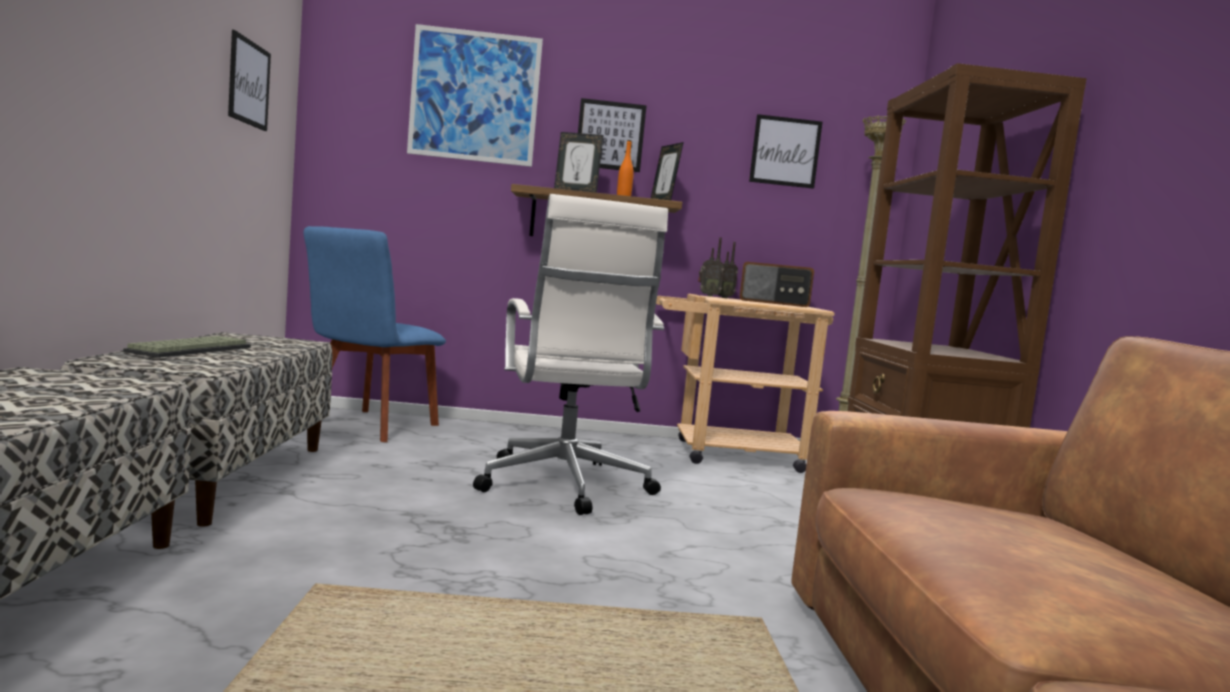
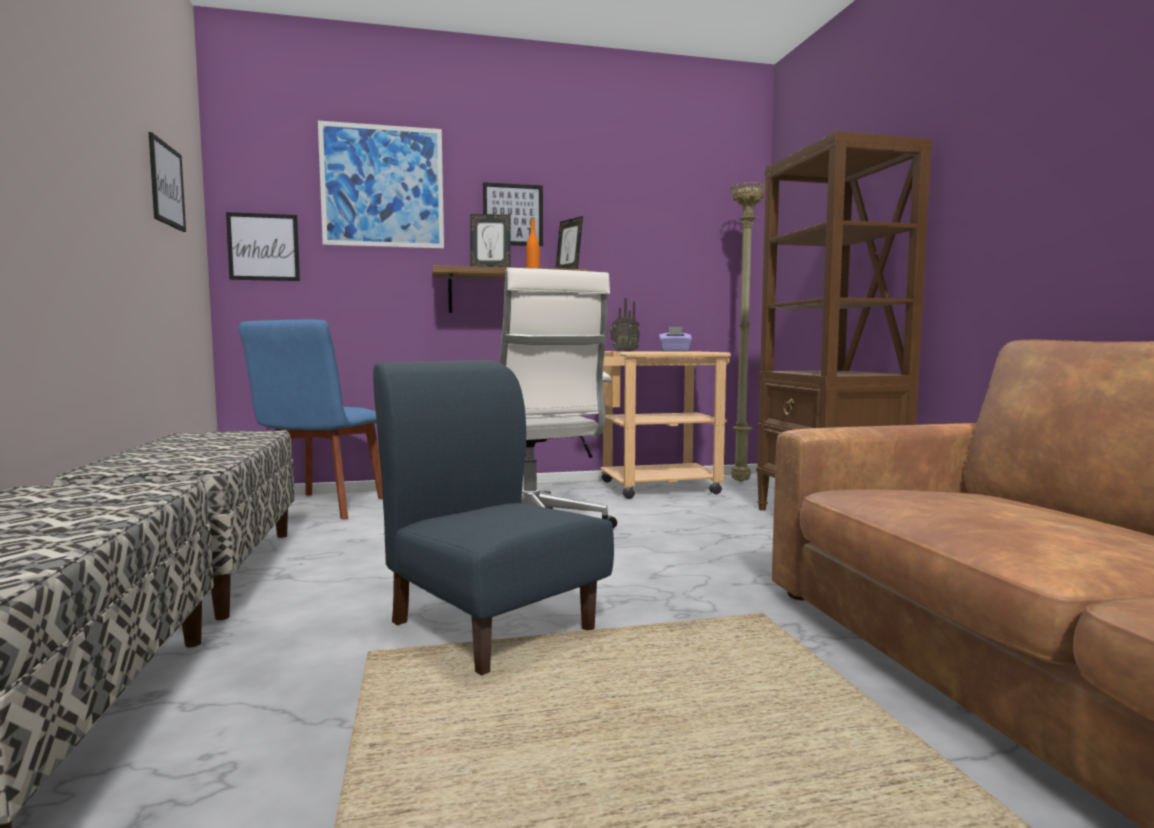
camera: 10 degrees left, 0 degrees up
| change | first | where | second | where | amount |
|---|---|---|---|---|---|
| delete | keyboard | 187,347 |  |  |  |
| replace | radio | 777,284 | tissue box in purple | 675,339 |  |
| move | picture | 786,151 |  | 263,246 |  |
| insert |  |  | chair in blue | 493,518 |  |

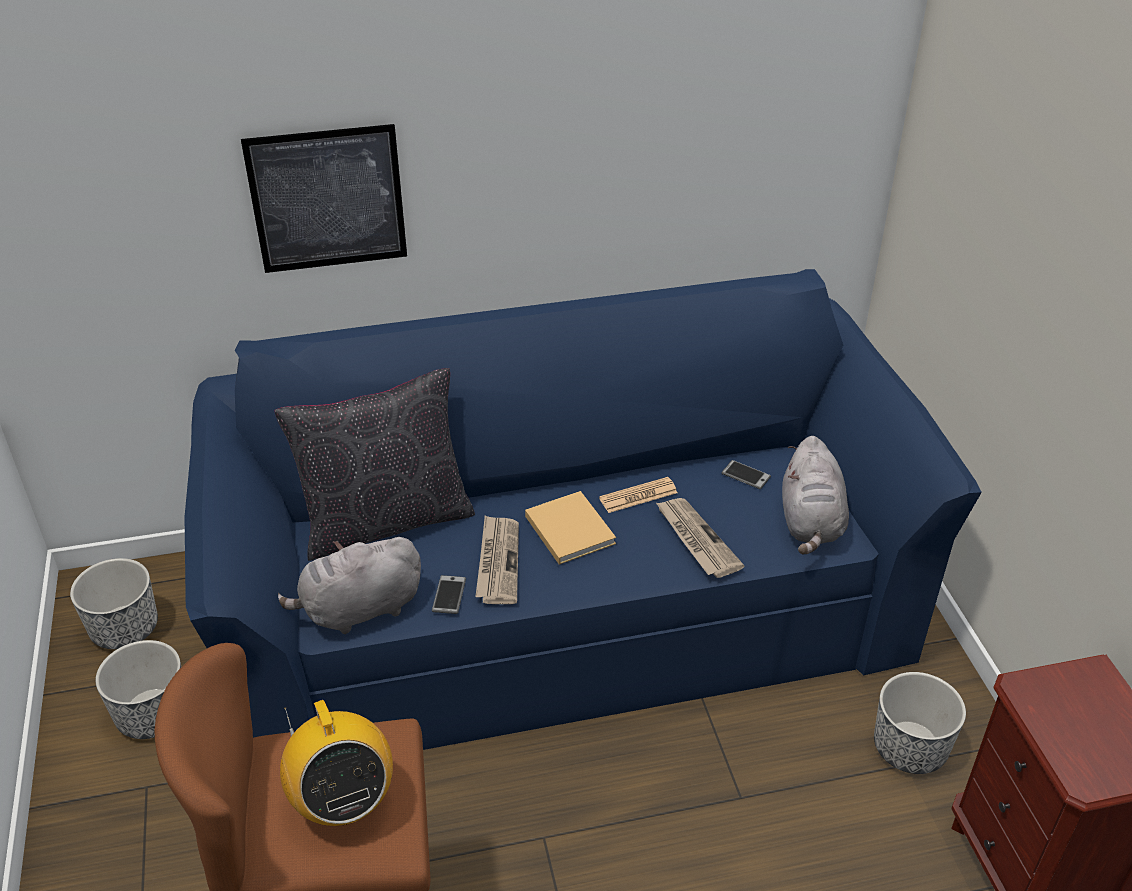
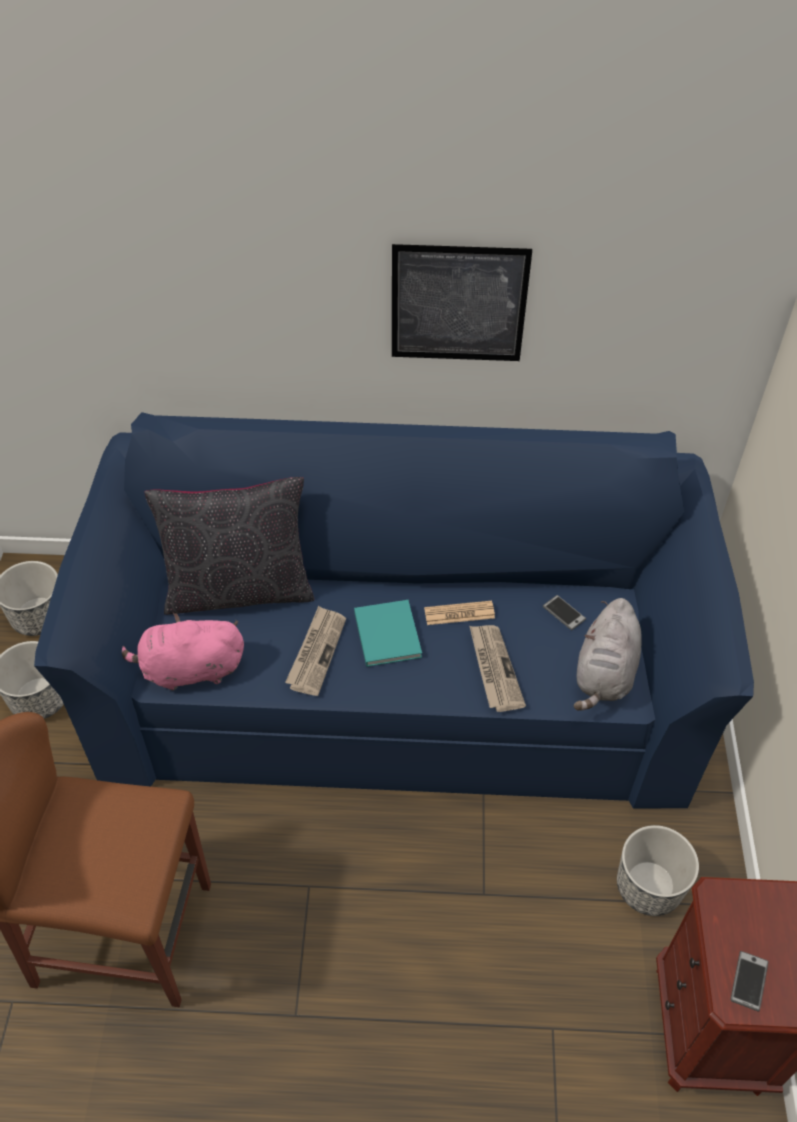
camera: 15 degrees right, 10 degrees up
| change | first | where | second | where | amount |
|---|---|---|---|---|---|
| move | picture | 324,198 |  | 462,302 |  |
| recolor | plush toy in grey | 349,585 | plush toy in pink | 183,652 |  |
| delete | radio | 336,763 |  |  |  |
| move | phone | 449,594 |  | 749,981 |  |
| recolor | book in beige | 570,528 | book in turquoise | 388,633 |  |

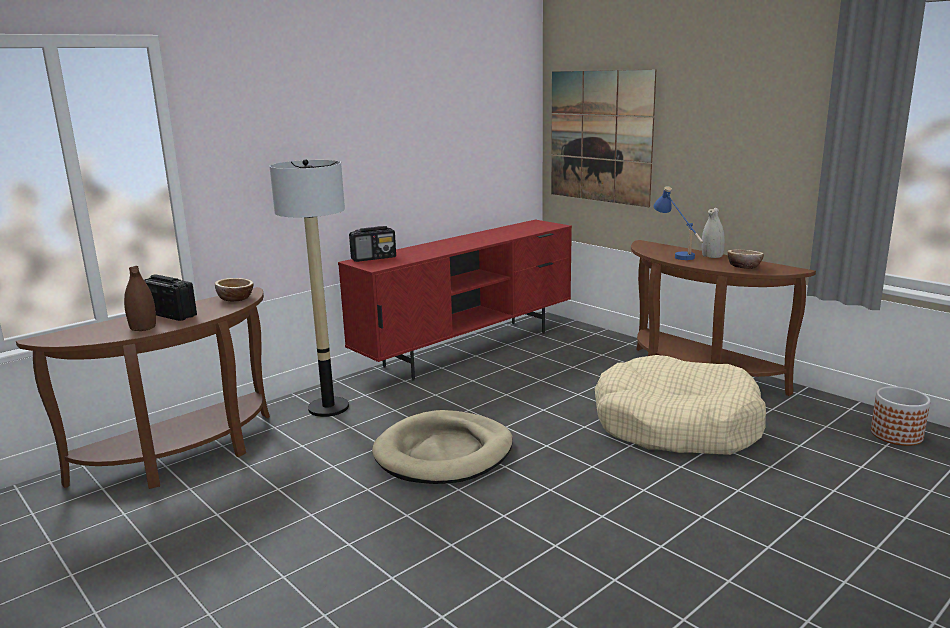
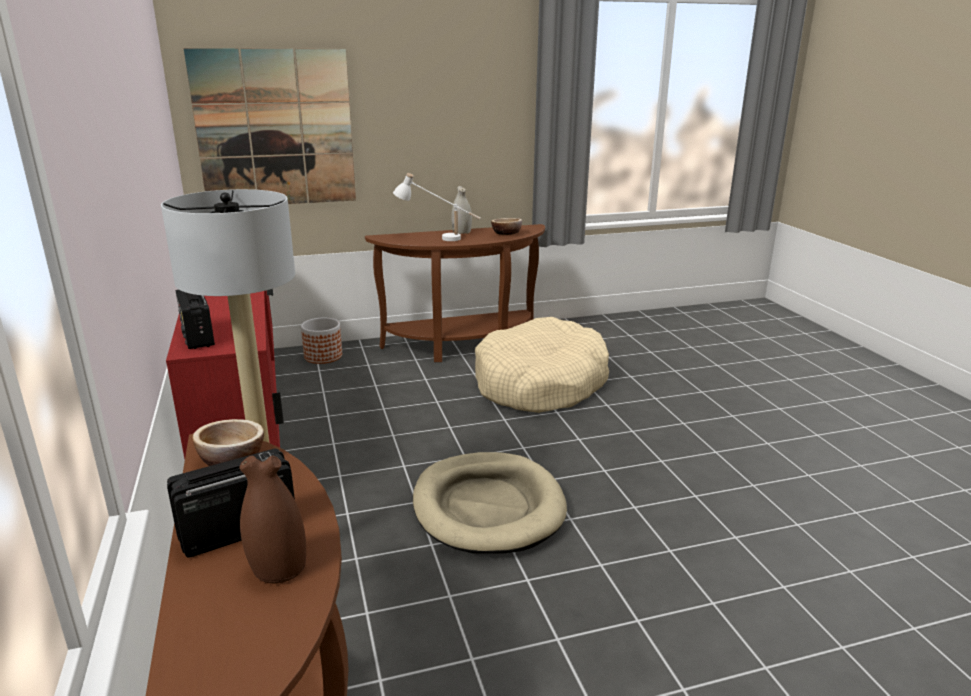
camera: 65 degrees left, 5 degrees up
| change | first | where | second | where | amount |
|---|---|---|---|---|---|
| rotate | radio | 372,244 |  | 195,319 | 150 degrees clockwise |
| recolor | table lamp in blue | 678,223 | table lamp in white | 437,207 |  |
| move | planter | 900,416 |  | 321,341 |  |

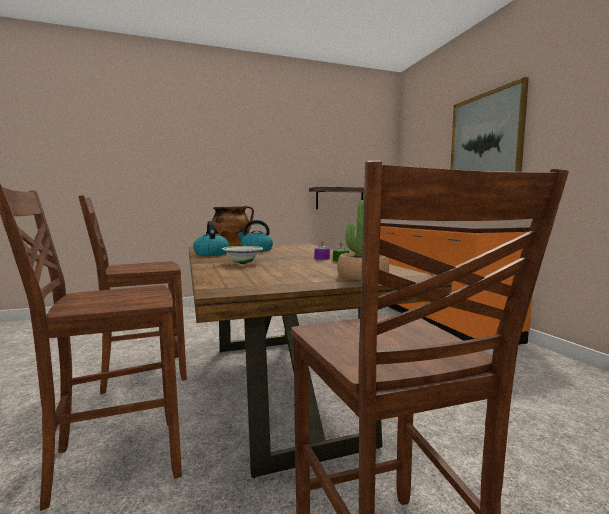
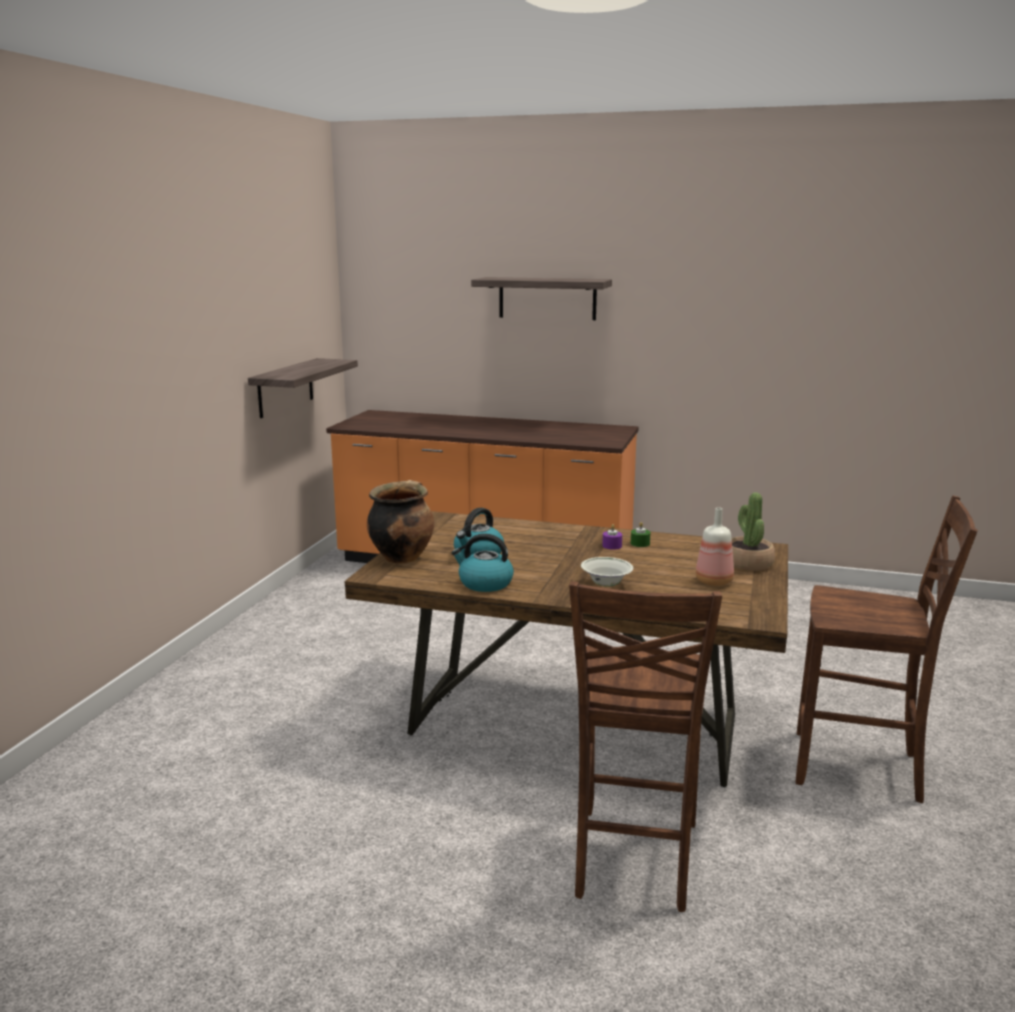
camera: 55 degrees left, 10 degrees up
| change | first | where | second | where | amount |
|---|---|---|---|---|---|
| delete | chair in brown | 132,294 |  |  |  |
| replace | picture | 489,124 | shelf | 541,298 |  |
| insert |  |  | bottle | 714,546 |  |

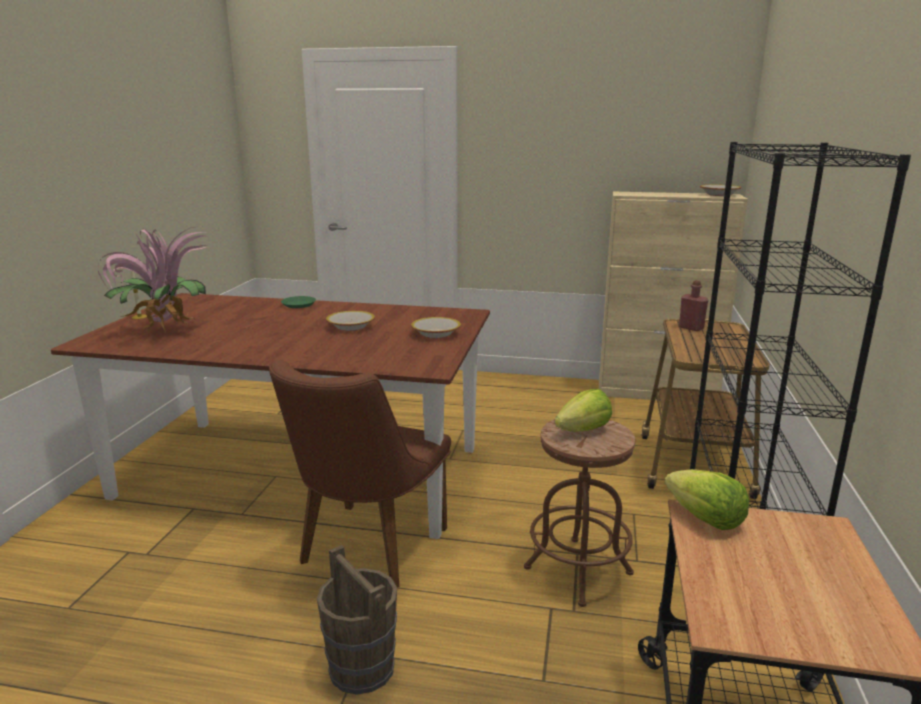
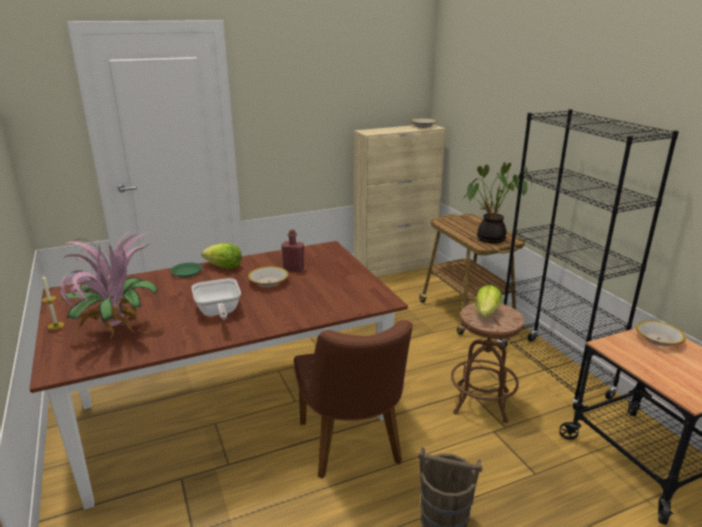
camera: 35 degrees left, 5 degrees up
| change | first | where | second | where | amount |
|---|---|---|---|---|---|
| move | bowl | 436,327 |  | 661,333 |  |
| move | lettuce | 706,499 |  | 221,256 |  |
| move | bottle in red | 693,305 |  | 292,250 |  |
| insert |  |  | frying pan | 216,299 |  |
| insert |  |  | potted plant | 497,203 |  |

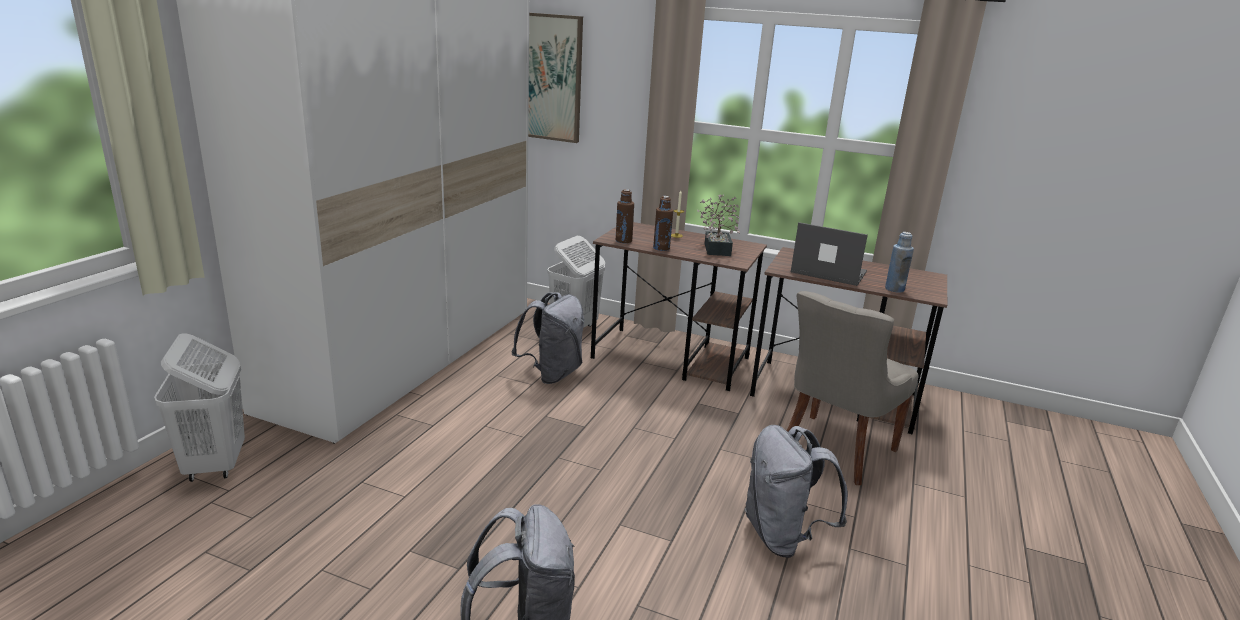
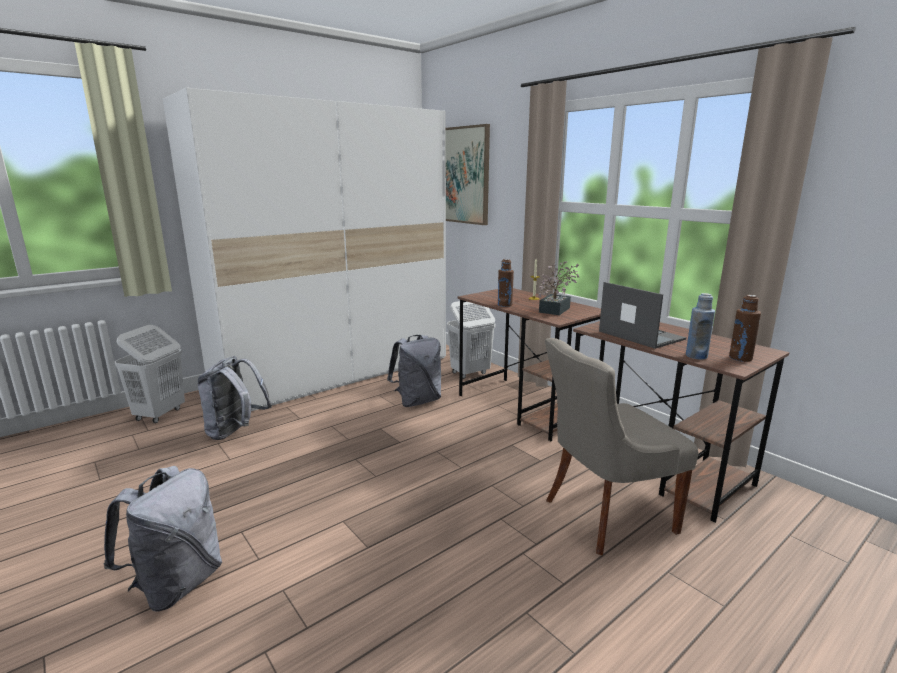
camera: 30 degrees right, 5 degrees down
| change | first | where | second | where | amount |
|---|---|---|---|---|---|
| move | bottle in brown | 625,216 |  | 745,328 |  |
| move | backpack in grey | 796,491 |  | 235,398 |  |

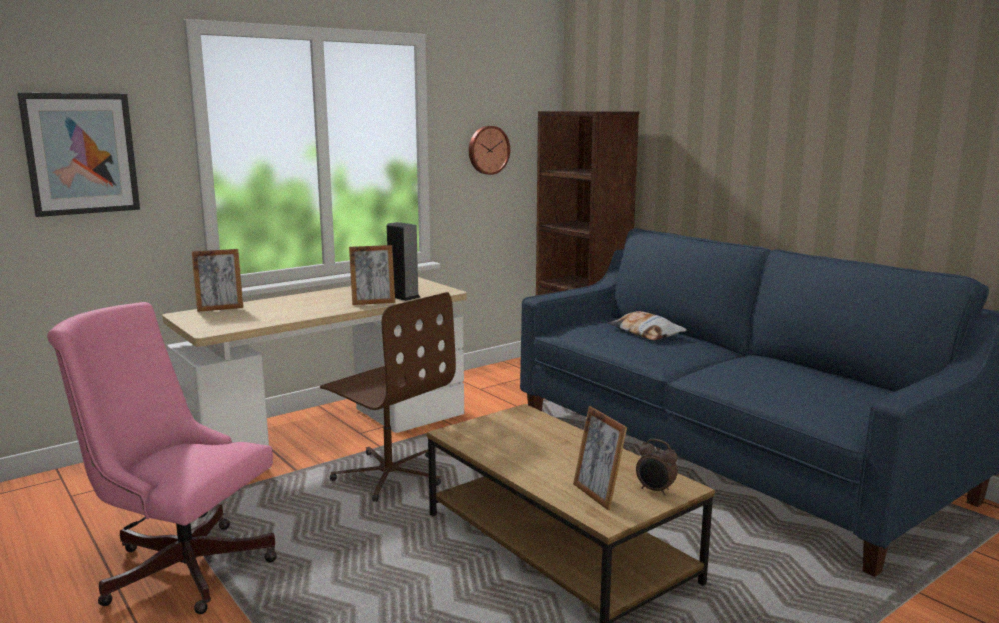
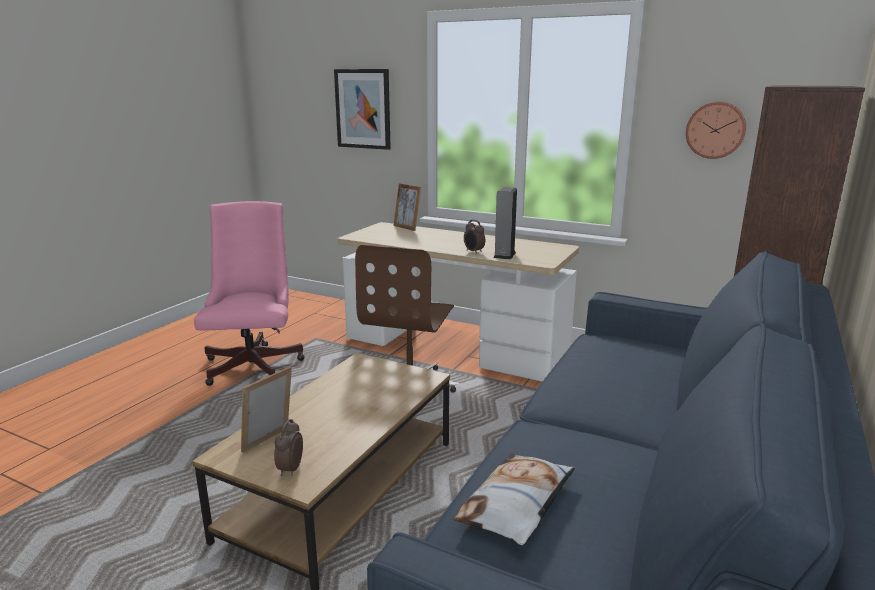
camera: 65 degrees right, 5 degrees up
| change | first | where | second | where | amount |
|---|---|---|---|---|---|
| replace | picture frame | 372,275 | alarm clock | 474,236 |  |
| move | pillow | 647,326 |  | 514,499 |  |

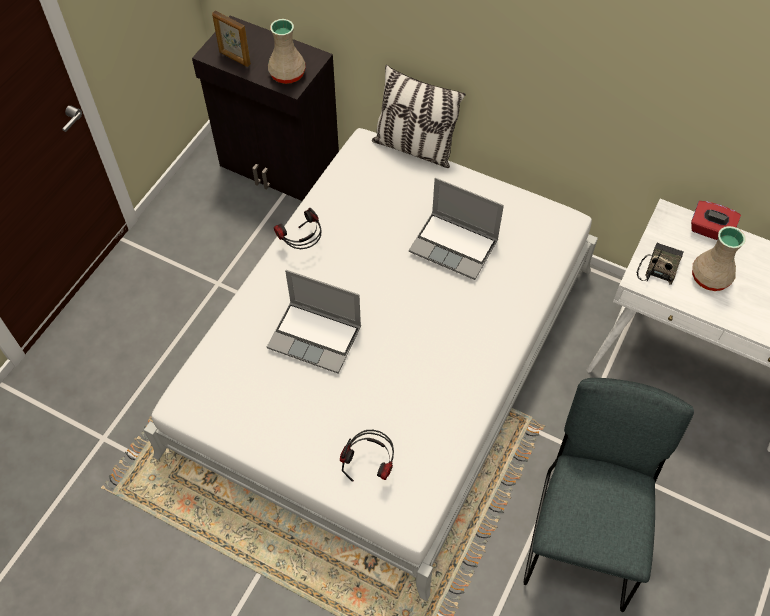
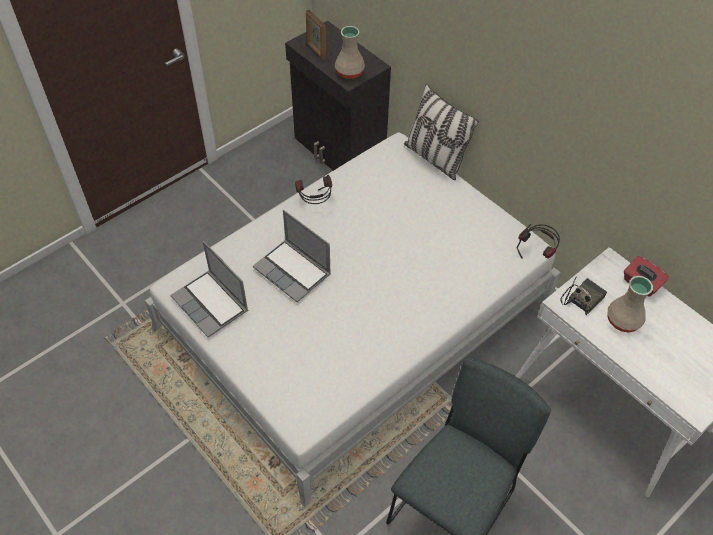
camera: 20 degrees right, 5 degrees down
| change | first | where | second | where | amount |
|---|---|---|---|---|---|
| move | headphones | 367,456 |  | 538,241 |  |
| move | laptop | 456,229 |  | 209,289 |  |

